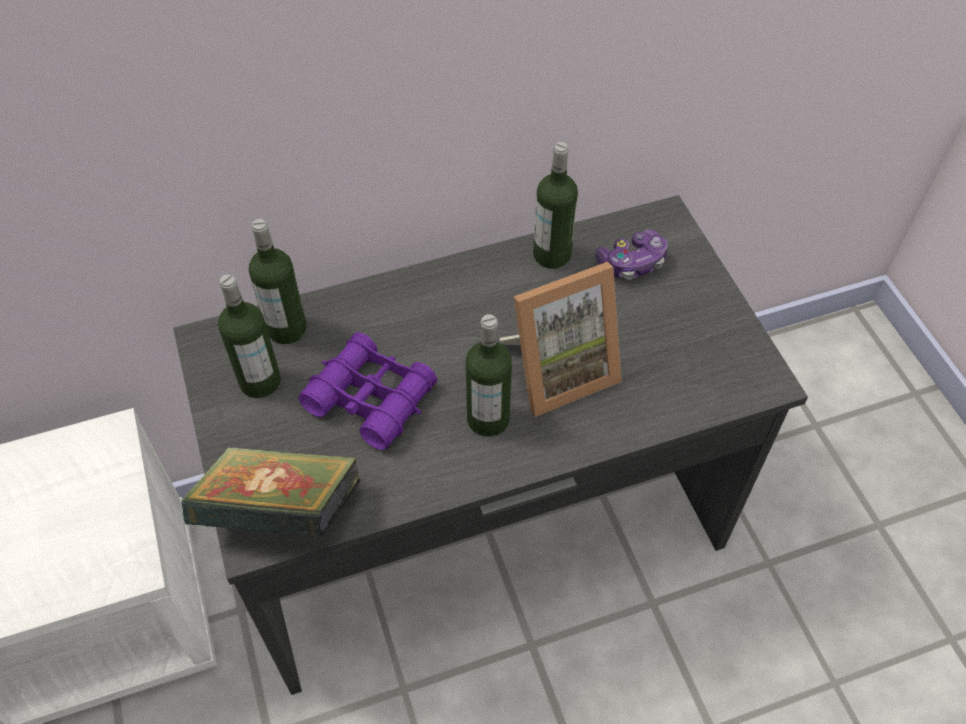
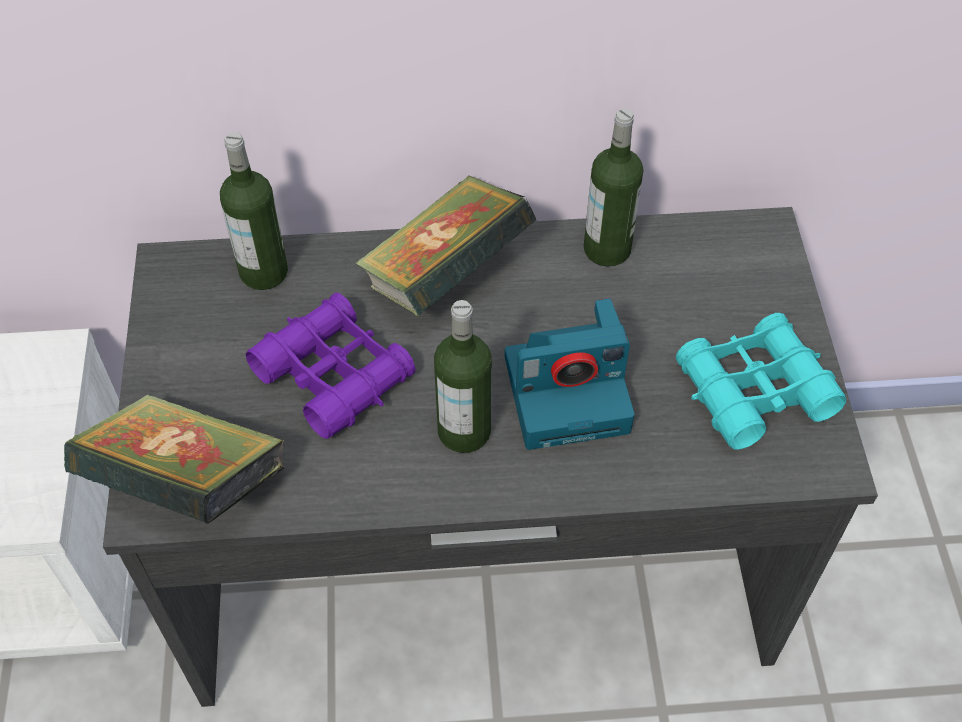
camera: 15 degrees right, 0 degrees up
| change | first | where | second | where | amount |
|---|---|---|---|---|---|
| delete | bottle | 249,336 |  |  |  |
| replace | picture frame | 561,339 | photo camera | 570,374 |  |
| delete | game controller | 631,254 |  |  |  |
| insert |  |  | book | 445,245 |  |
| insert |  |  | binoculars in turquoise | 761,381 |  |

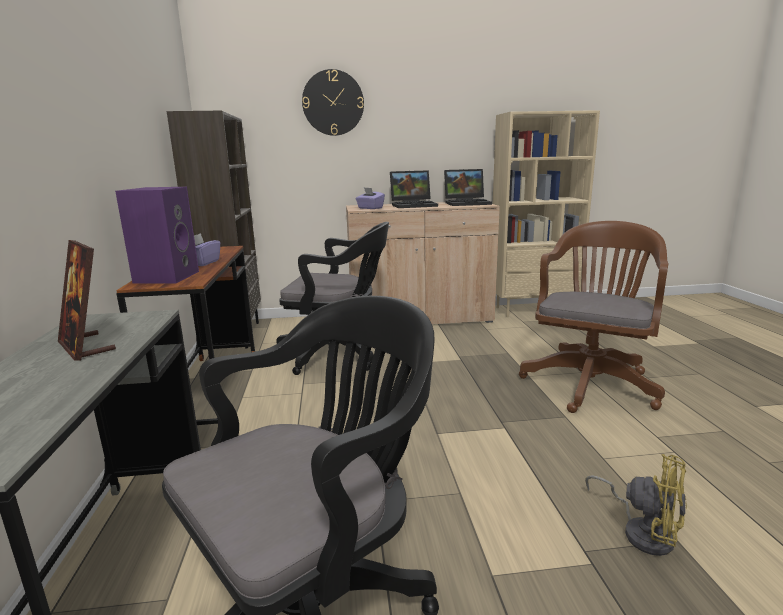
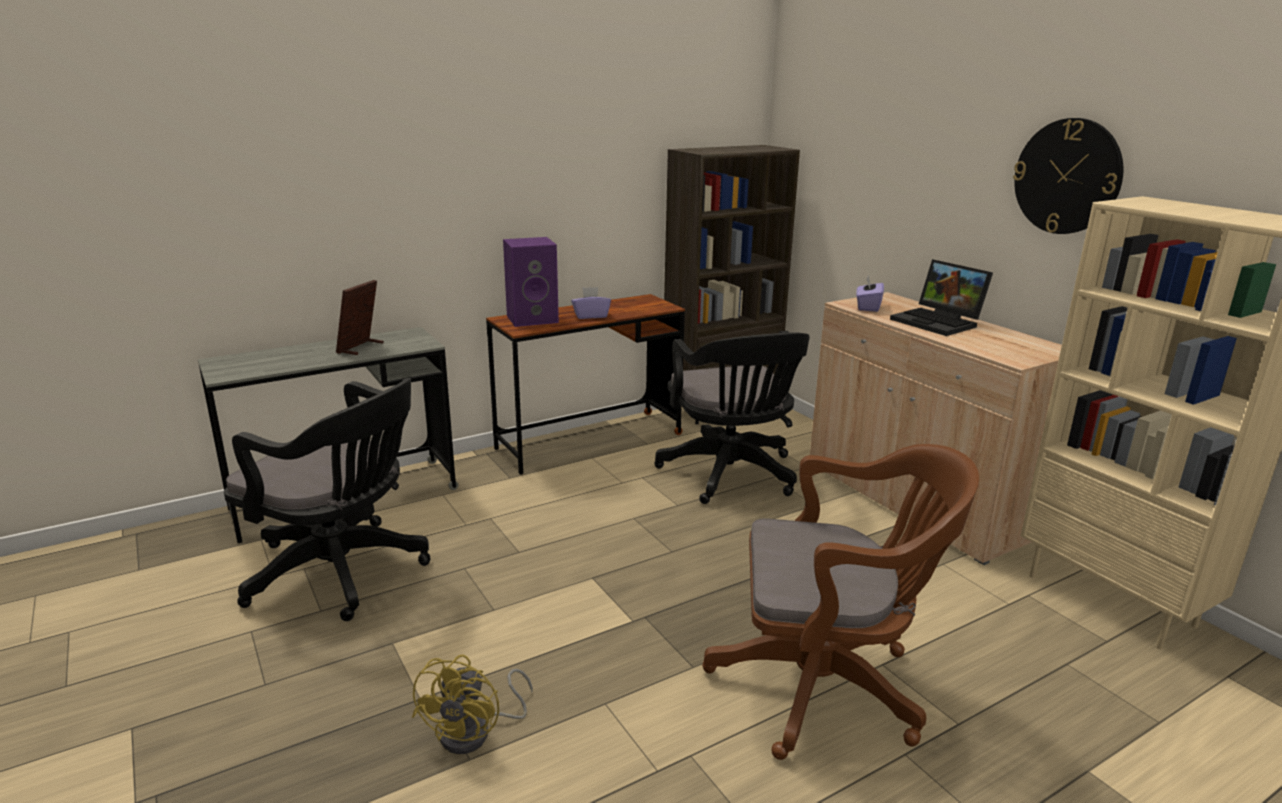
camera: 65 degrees right, 5 degrees up
| change | first | where | second | where | amount |
|---|---|---|---|---|---|
| move | wall clock | 333,102 |  | 1068,176 |  |
| delete | laptop | 468,187 |  |  |  |

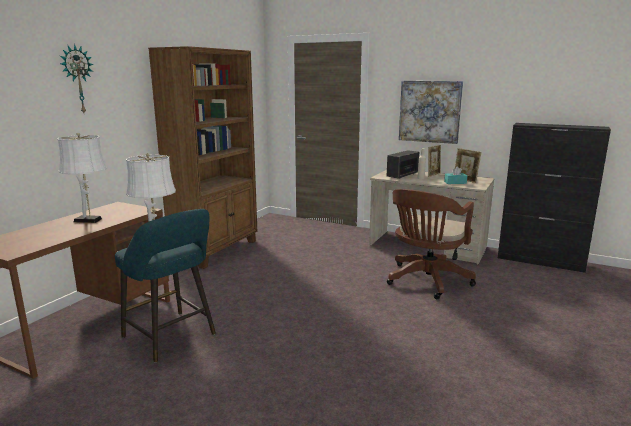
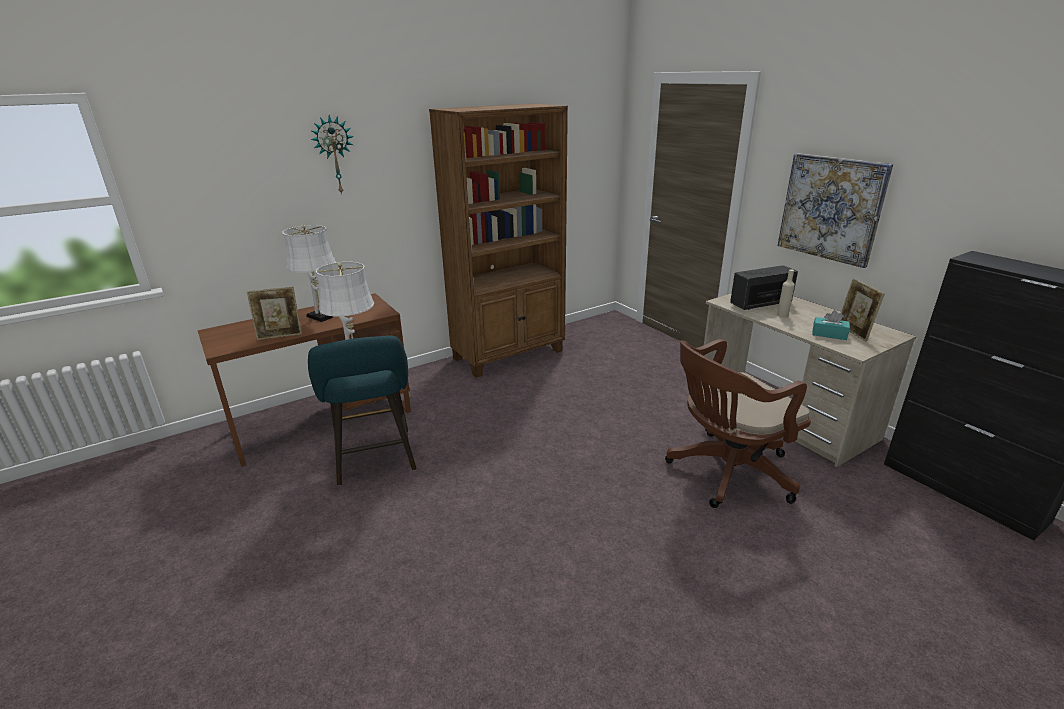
camera: 30 degrees right, 10 degrees up
| change | first | where | second | where | amount |
|---|---|---|---|---|---|
| move | picture frame | 434,161 |  | 274,313 |  |

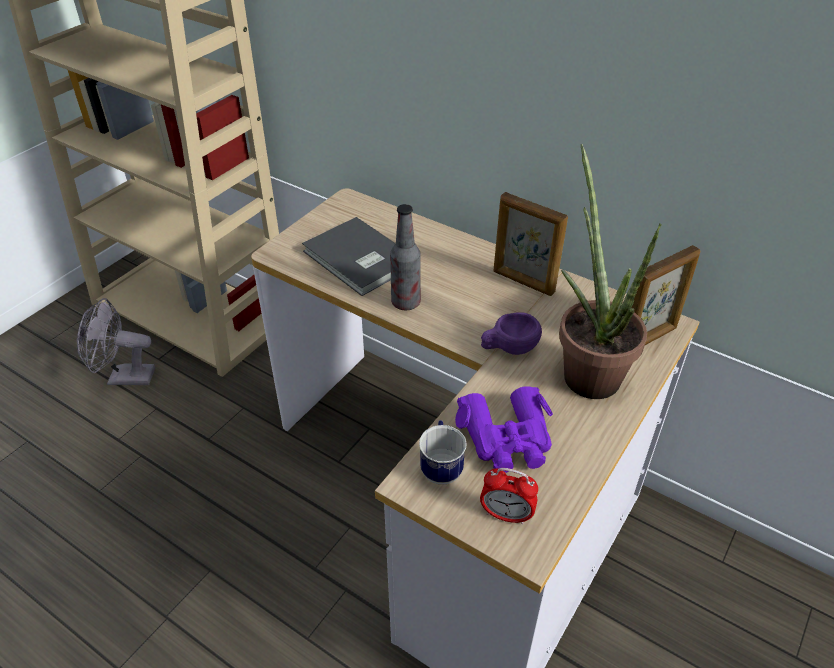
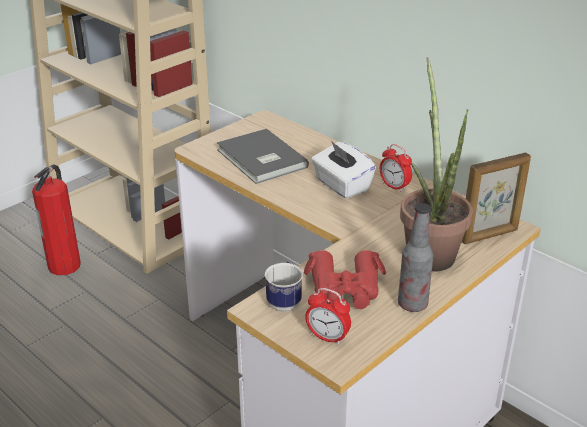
camera: 10 degrees right, 10 degrees down
| change | first | where | second | where | amount |
|---|---|---|---|---|---|
| replace | fan in grey | 116,341 | fire extinguisher | 56,219 |  |
| move | bottle | 405,257 |  | 416,257 |  |
| recolor | binoculars in purple | 504,429 | binoculars in red | 345,279 |  |
| delete | cup in purple | 511,333 |  |  |  |
| replace | picture frame | 530,244 | alarm clock | 396,168 |  |
| insert |  |  | tissue box in white | 343,170 |  |

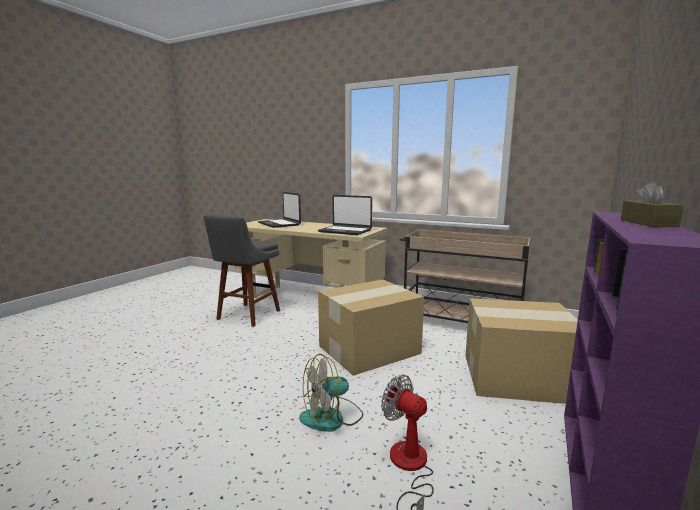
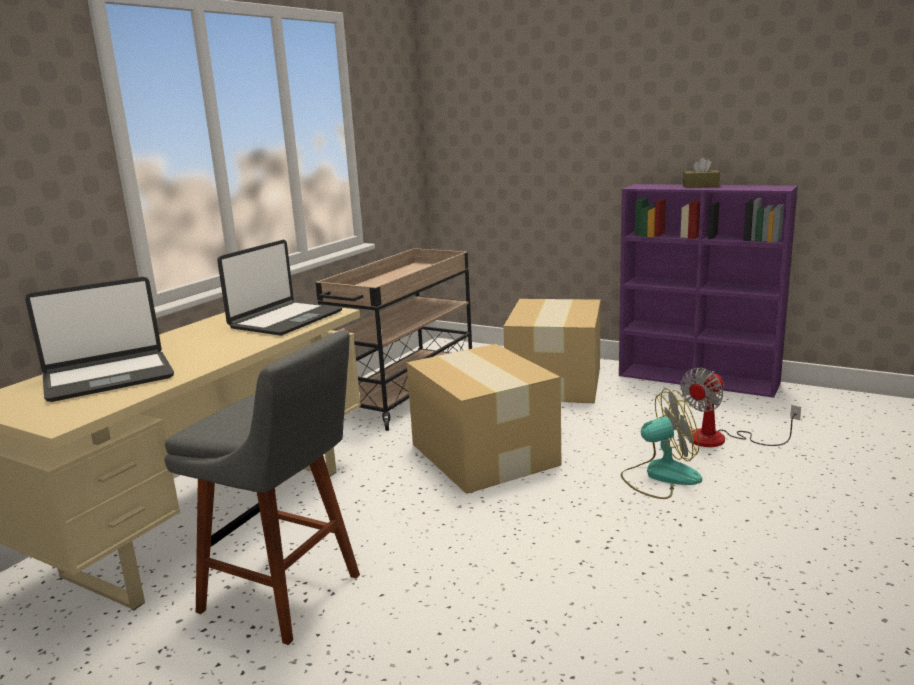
camera: 85 degrees left, 5 degrees up
| change | first | where | second | where | amount |
|---|---|---|---|---|---|
| rotate | fan | 331,393 |  | 661,443 | 75 degrees counterclockwise |

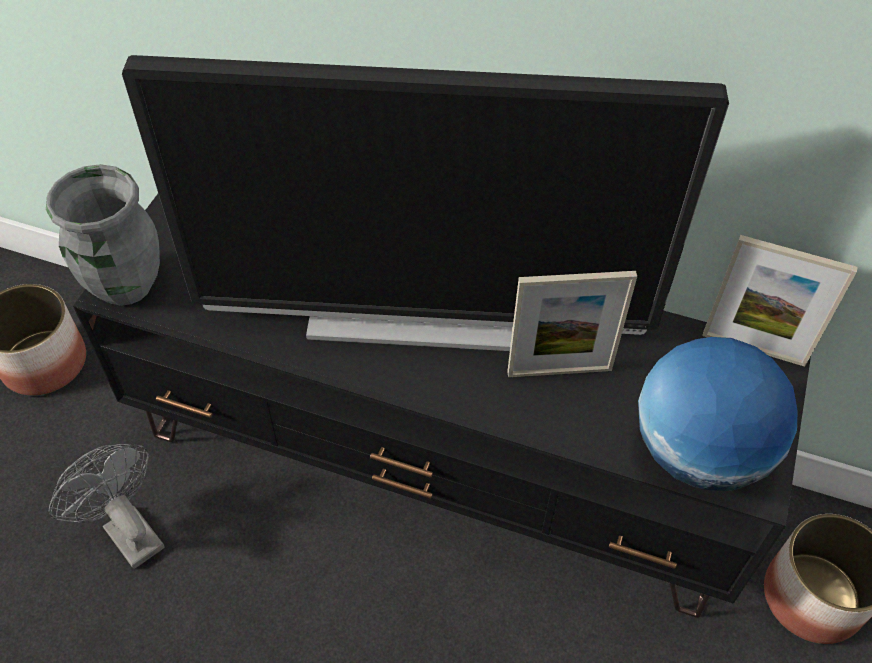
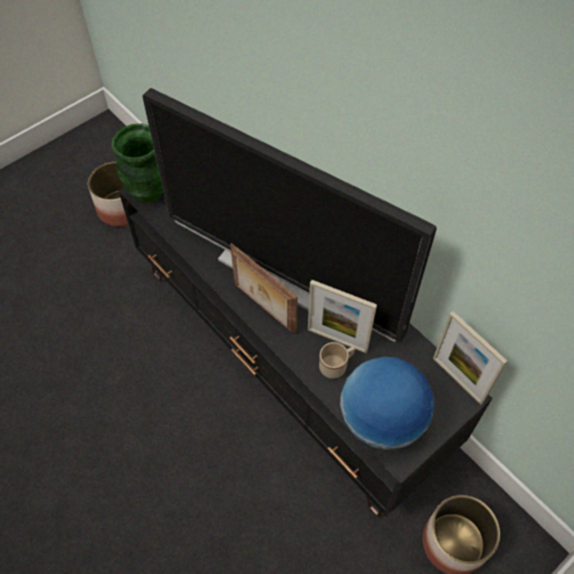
camera: 30 degrees right, 5 degrees up
| change | first | where | second | where | amount |
|---|---|---|---|---|---|
| recolor | vase in grey | 103,235 | vase in green | 138,163 |  |
| delete | fan in grey | 106,506 |  |  |  |
| insert |  |  | picture frame | 264,289 |  |
| insert |  |  | mug in beige | 337,360 |  |

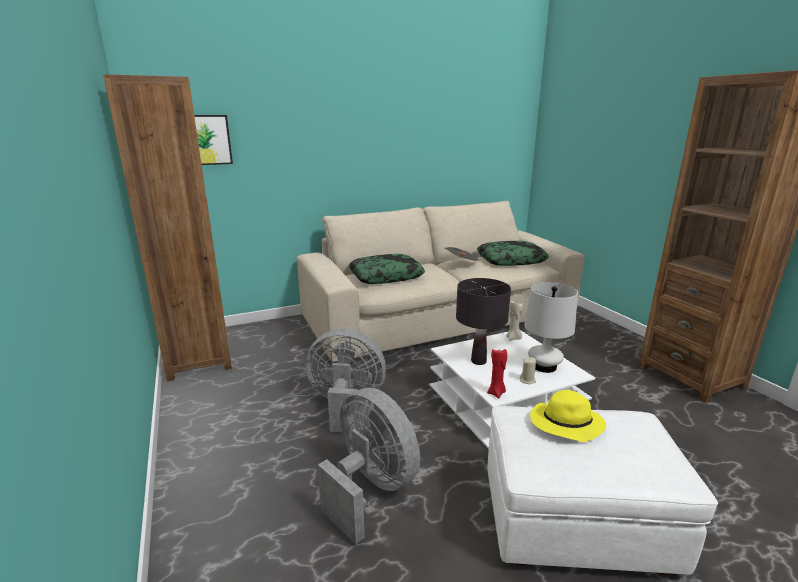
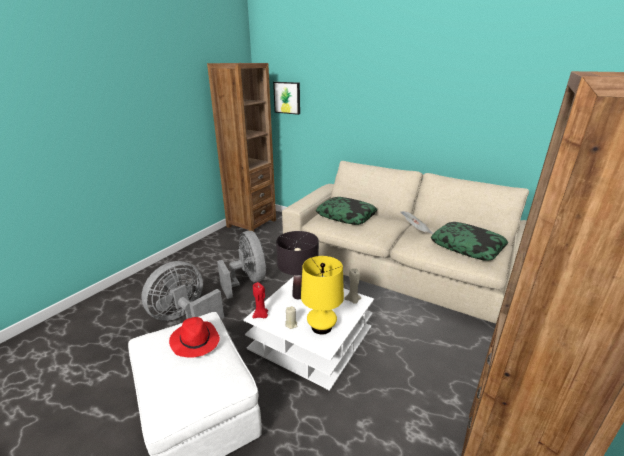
camera: 55 degrees right, 5 degrees up
| change | first | where | second | where | amount |
|---|---|---|---|---|---|
| rotate | fan in grey | 369,466 |  | 182,291 | 150 degrees counterclockwise |
| recolor | table lamp in white | 551,327 | table lamp in yellow | 322,295 |  |
| recolor | hat in yellow | 568,416 | hat in red | 194,337 |  |

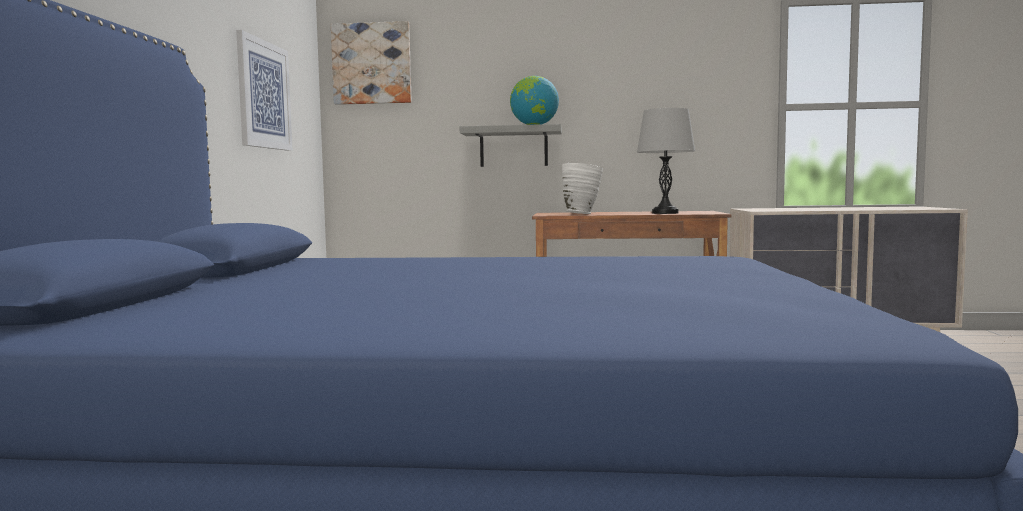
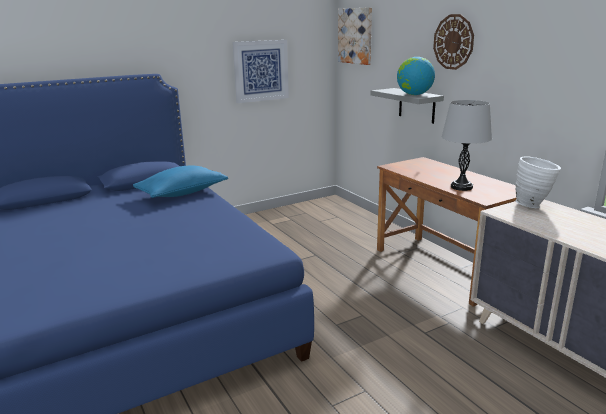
camera: 55 degrees right, 15 degrees up
| change | first | where | second | where | amount |
|---|---|---|---|---|---|
| move | vase in white | 582,188 |  | 538,182 |  |
| insert |  |  | pillow in blue | 180,181 |  |
| insert |  |  | wall clock | 453,42 |  |

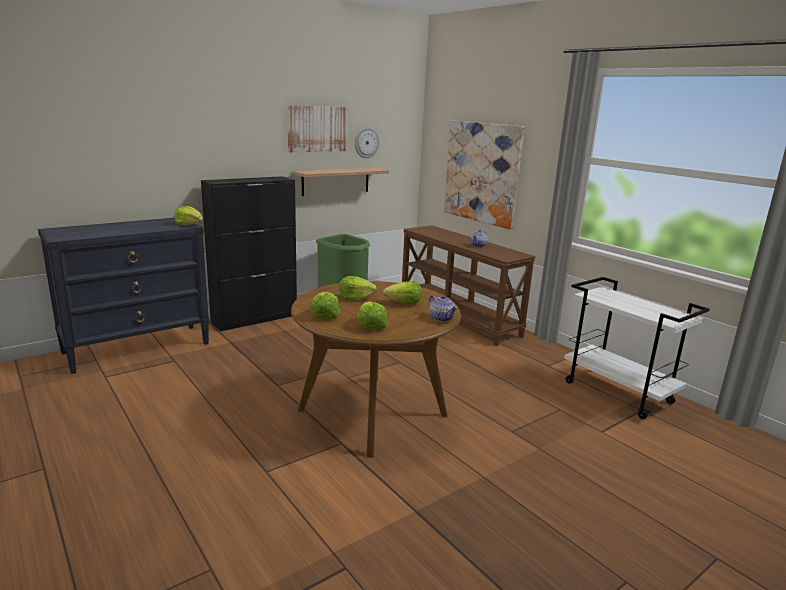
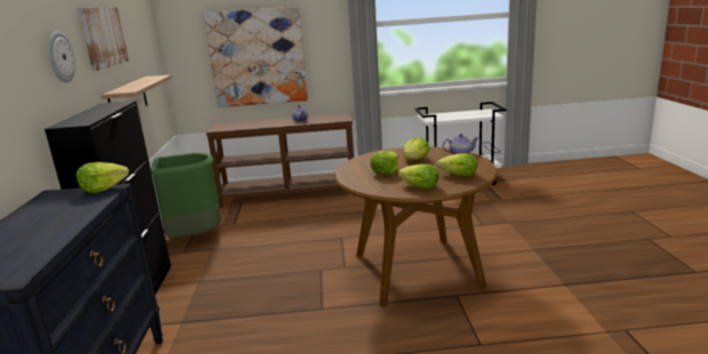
camera: 55 degrees left, 0 degrees up
| change | first | where | second | where | amount |
|---|---|---|---|---|---|
| move | wall clock | 367,142 |  | 62,57 |  |

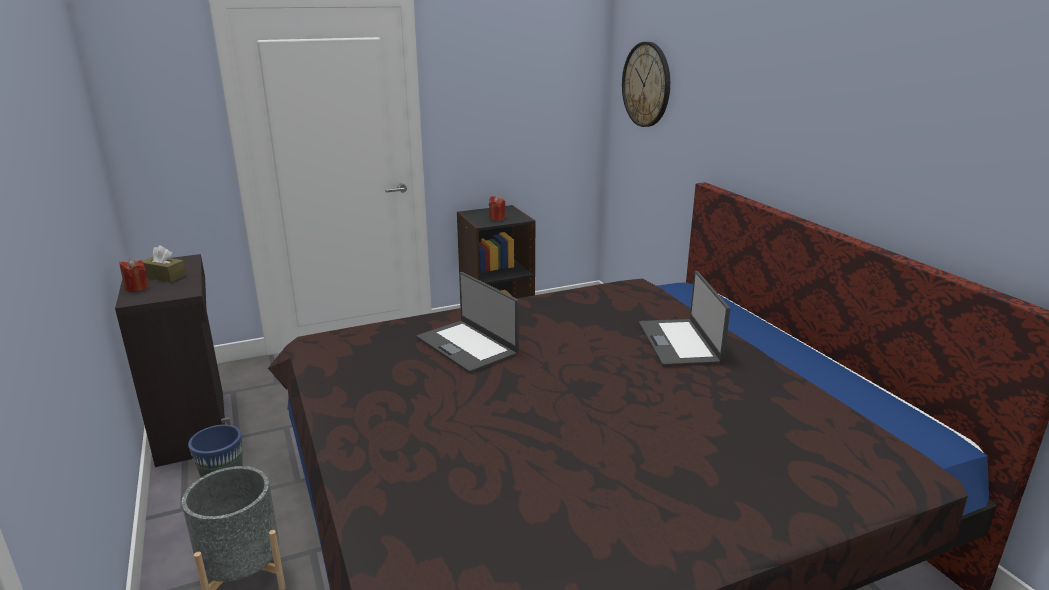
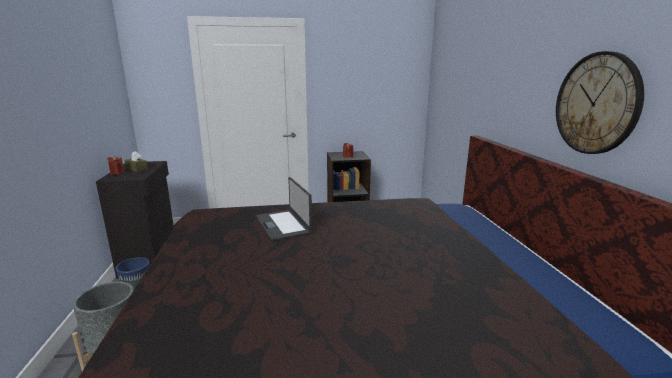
camera: 15 degrees right, 5 degrees down
| change | first | where | second | where | amount |
|---|---|---|---|---|---|
| move | wall clock | 646,84 |  | 600,102 |  |
| delete | laptop | 684,319 |  |  |  |

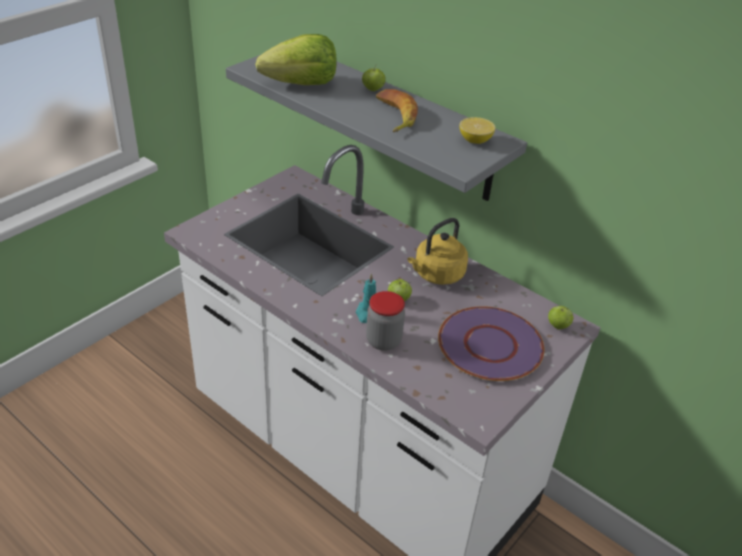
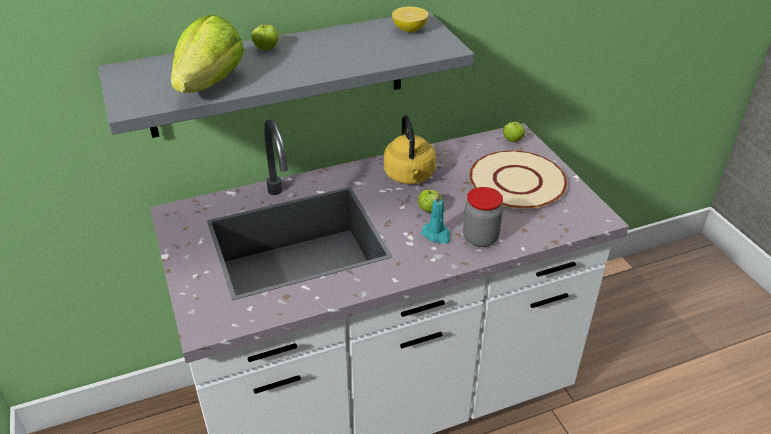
camera: 60 degrees left, 0 degrees up
| change | first | where | second | where | amount |
|---|---|---|---|---|---|
| delete | banana | 397,110 |  |  |  |
| recolor | plate in purple | 491,343 | plate in beige | 518,179 |  |

